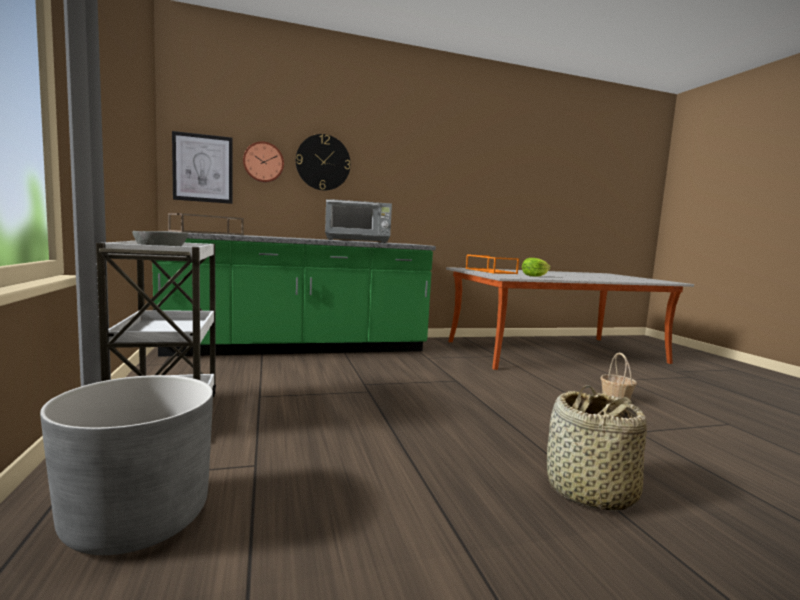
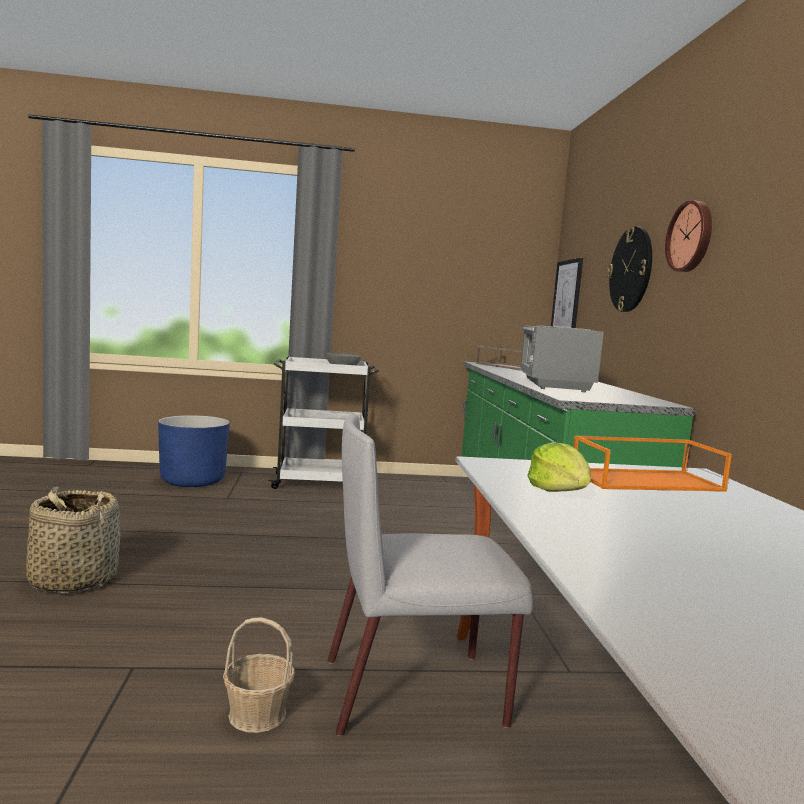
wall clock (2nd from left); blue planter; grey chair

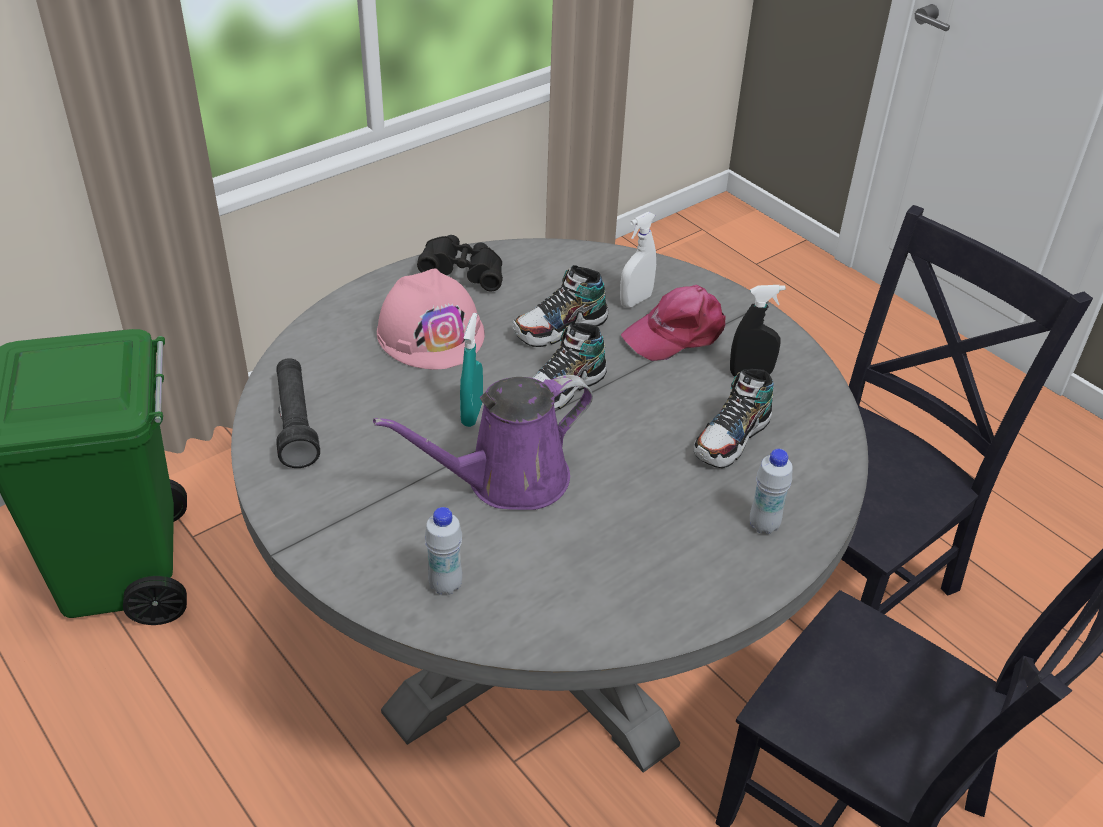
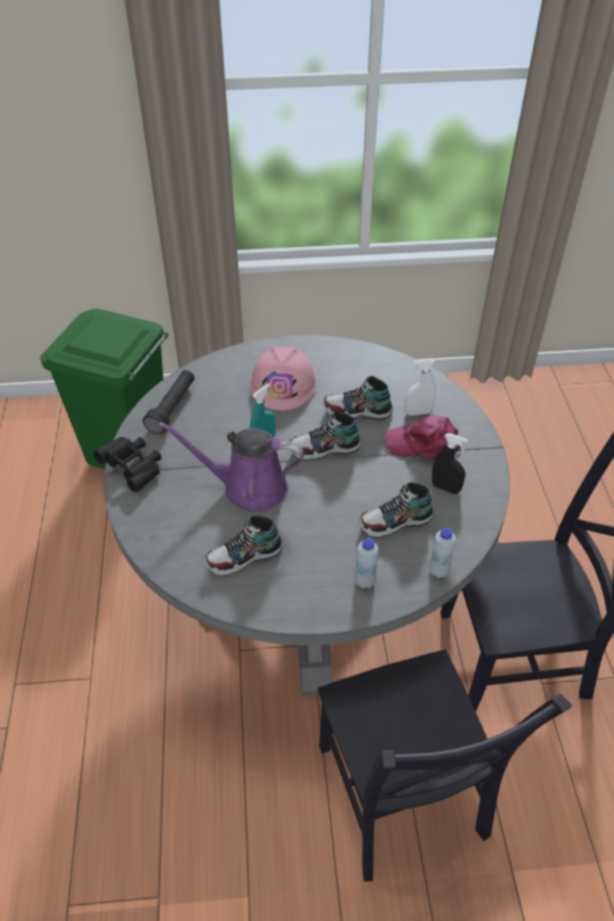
black binoculars; white bottle (2nd from left); shoe (1st from left)

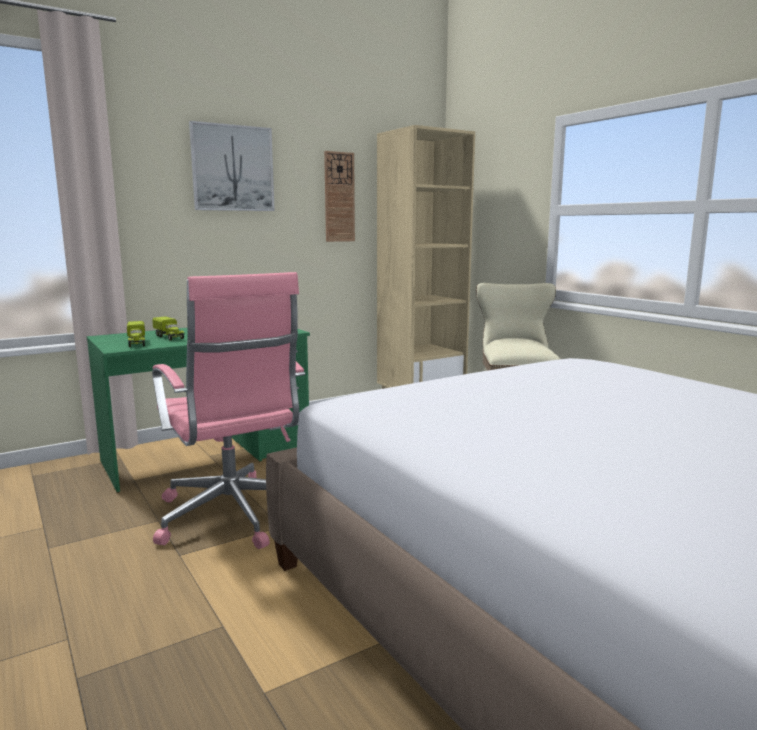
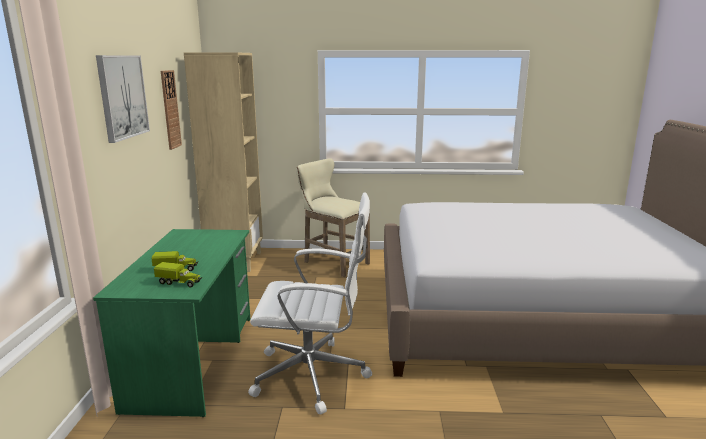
white office chair

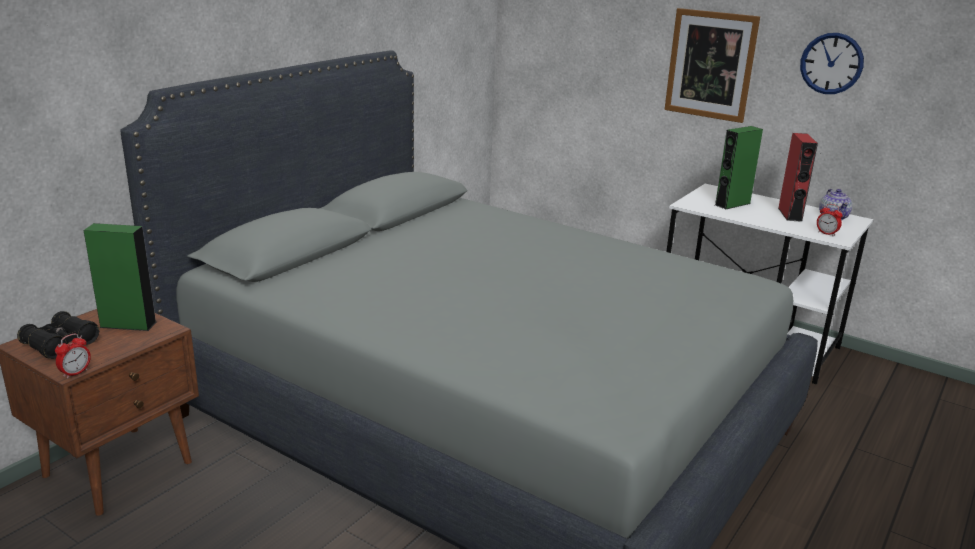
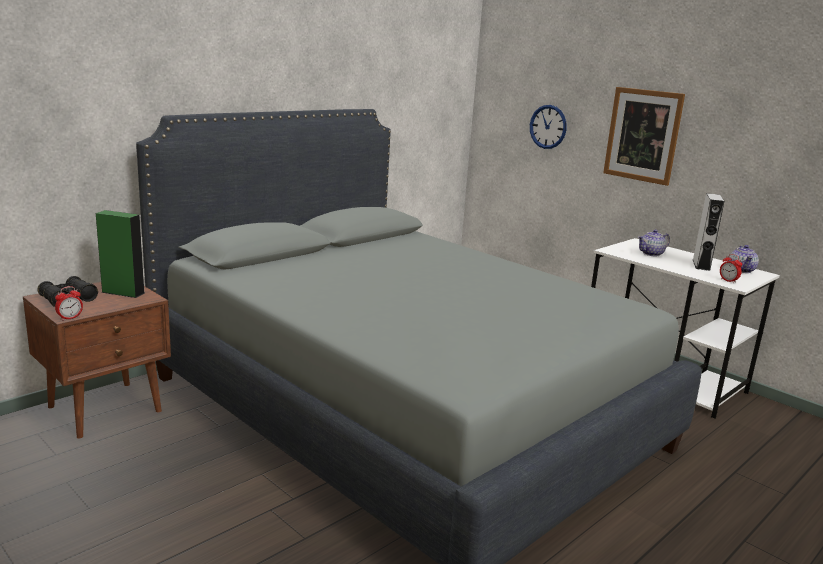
wall clock; teapot (1st from left); grey speaker

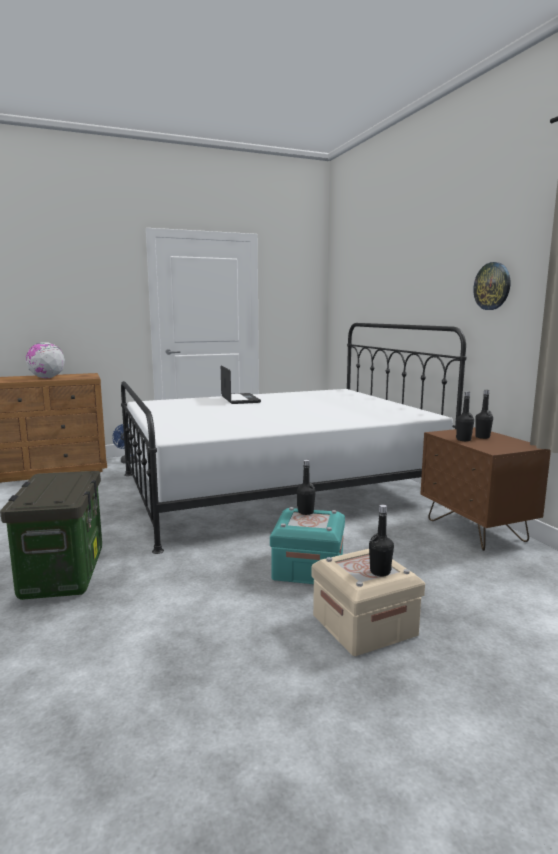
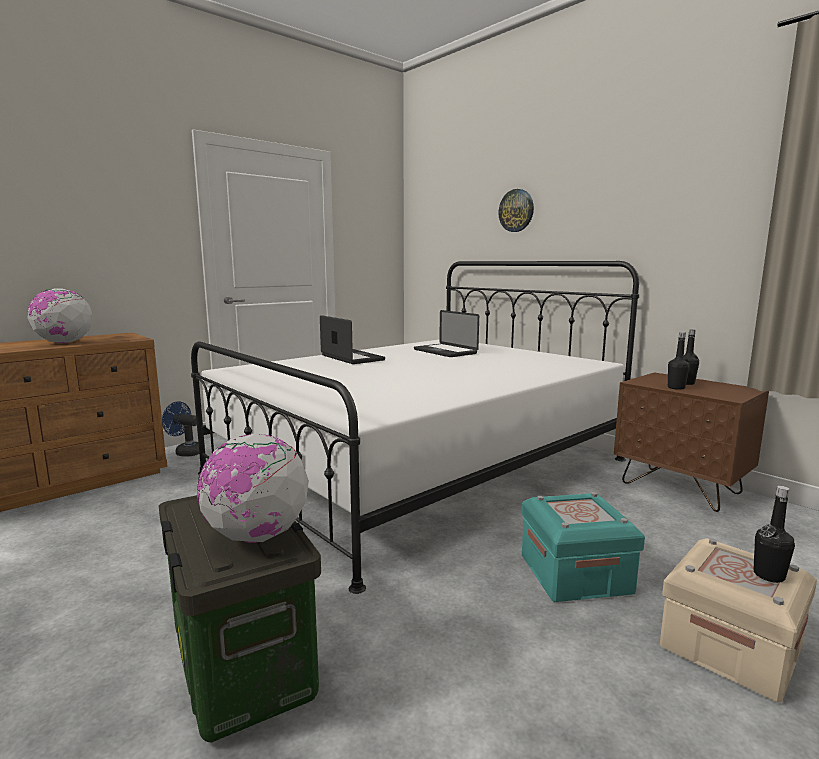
wall clock; black bottle (1st from left in the first image); laptop (2nd from left); globe (2nd from left)

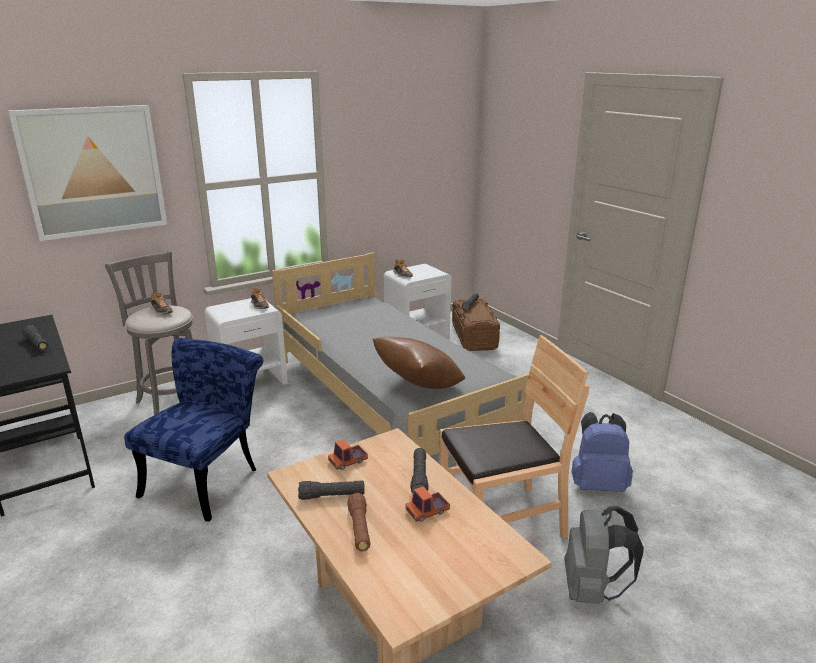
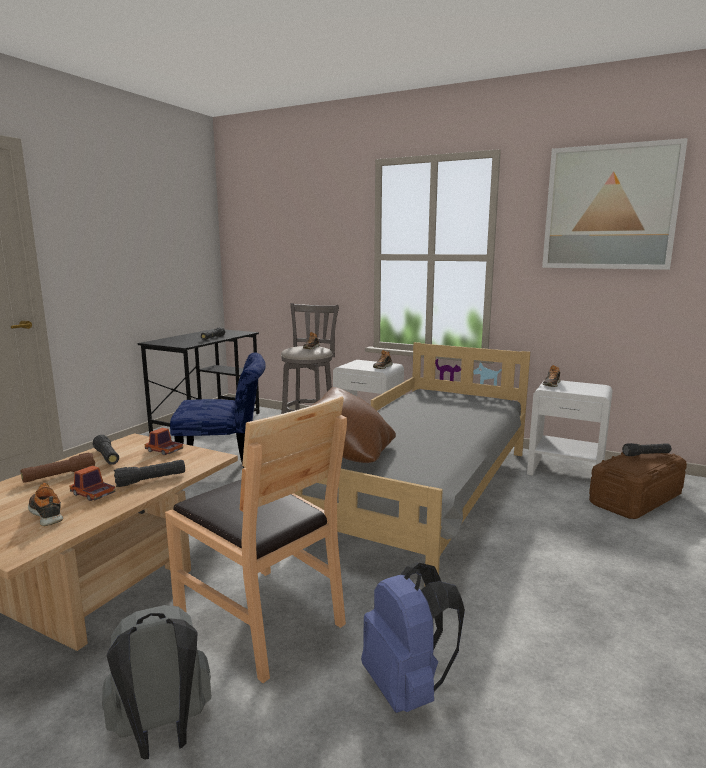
picture; shoe (1st from left)

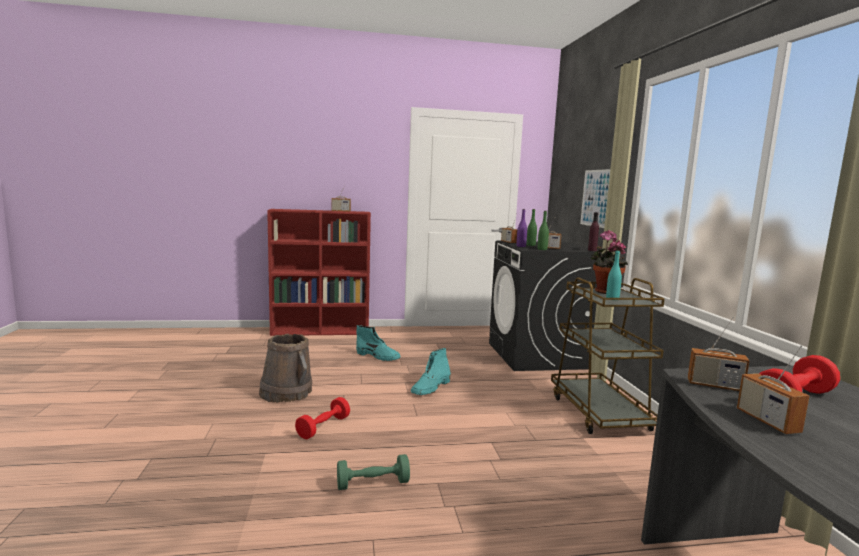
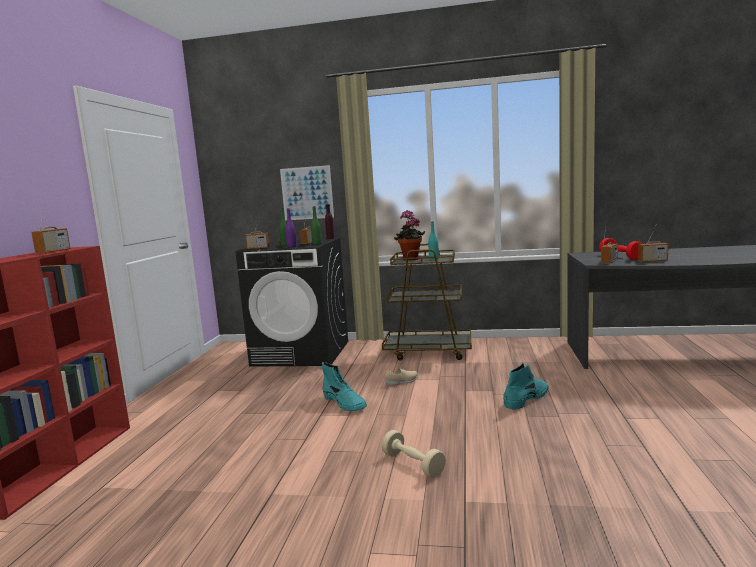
turquoise boot (2nd from left); brown bucket; beige dumbbell; green dumbbell; beige shoe

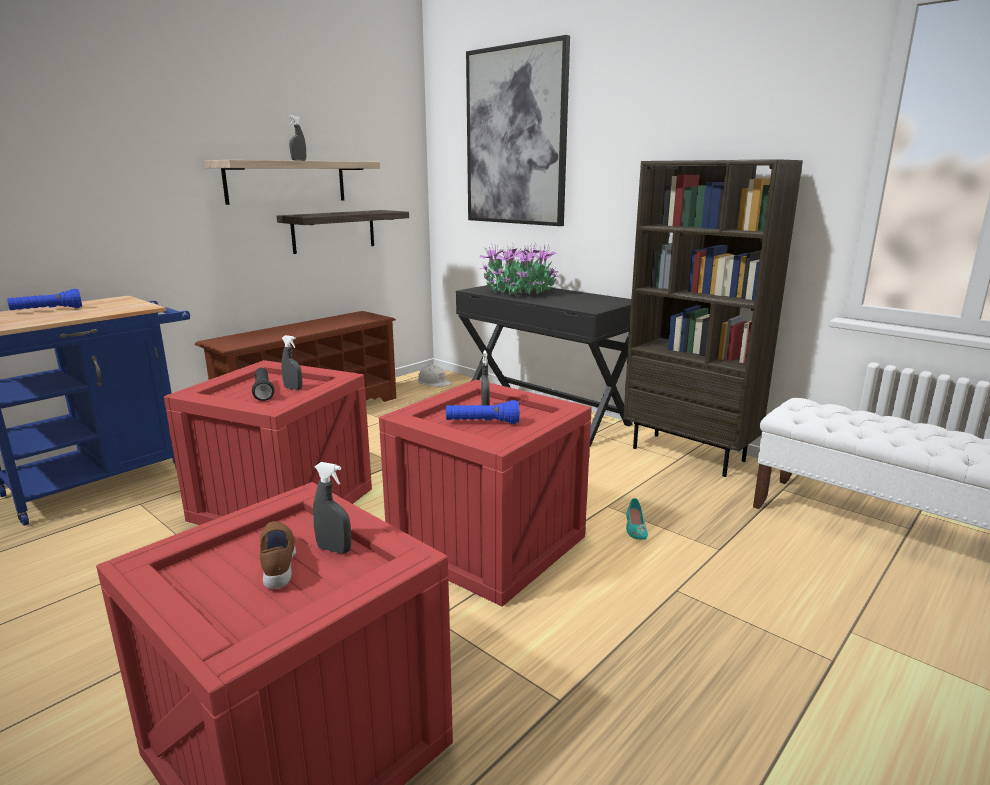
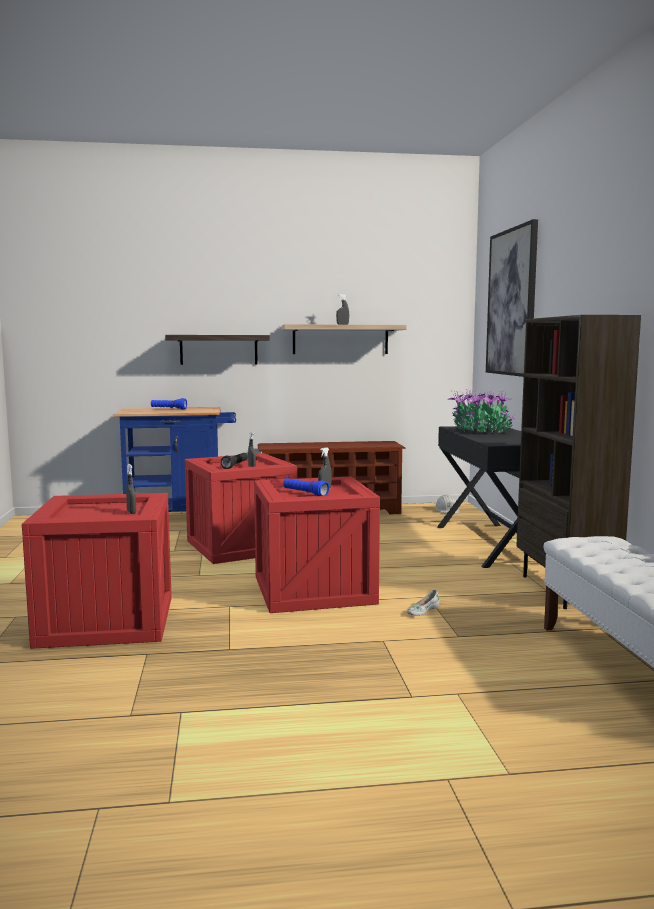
shelf (1st from left); white shoe; brown shoe

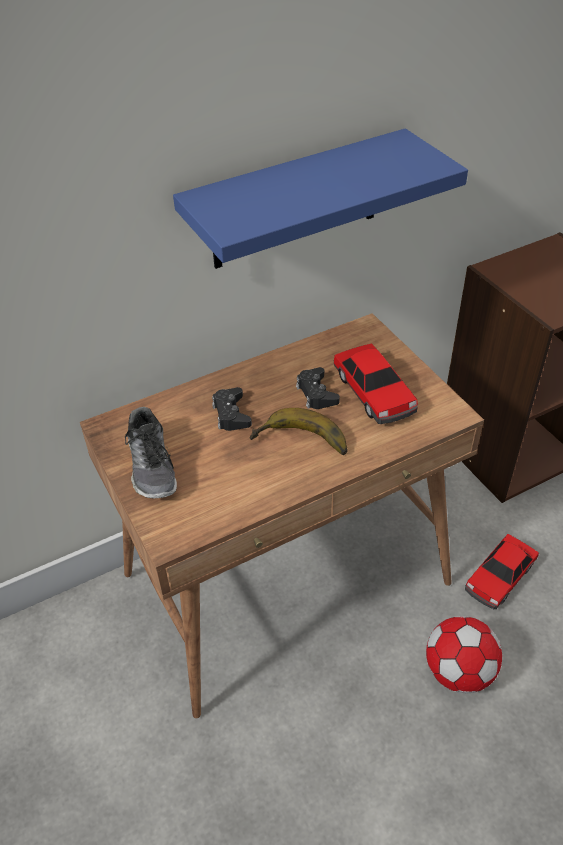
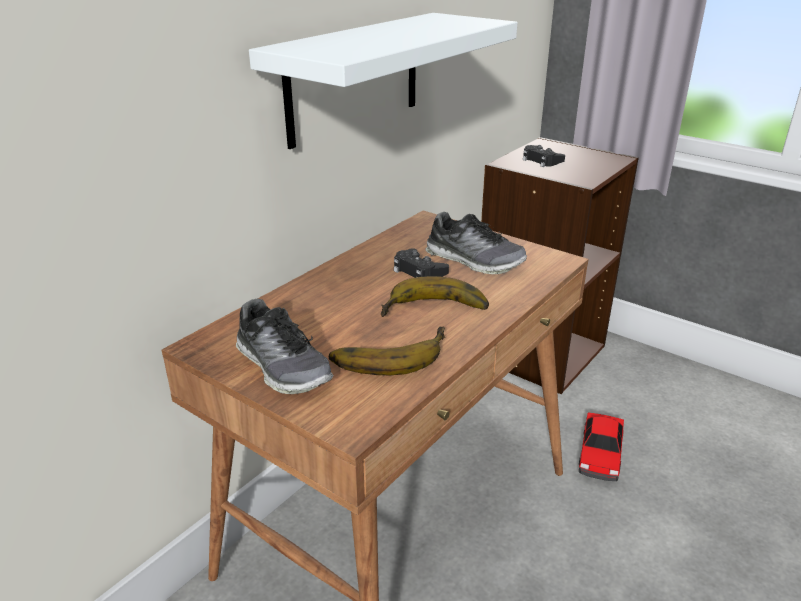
white shelf; shoe (2nd from left); black game controller (2nd from left); football; banana (1st from left)

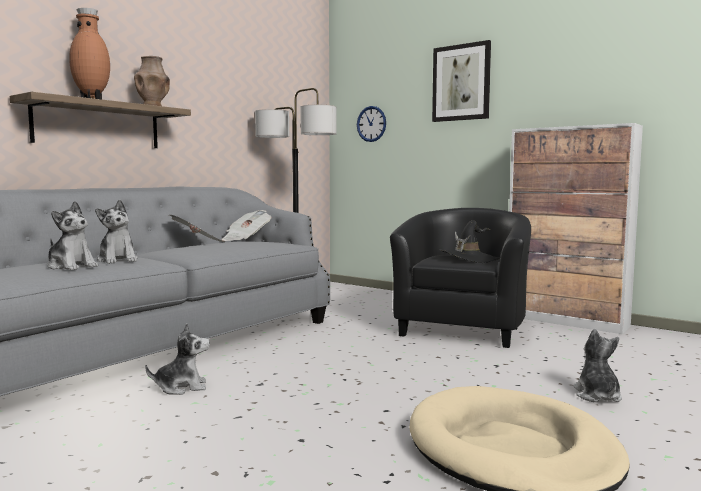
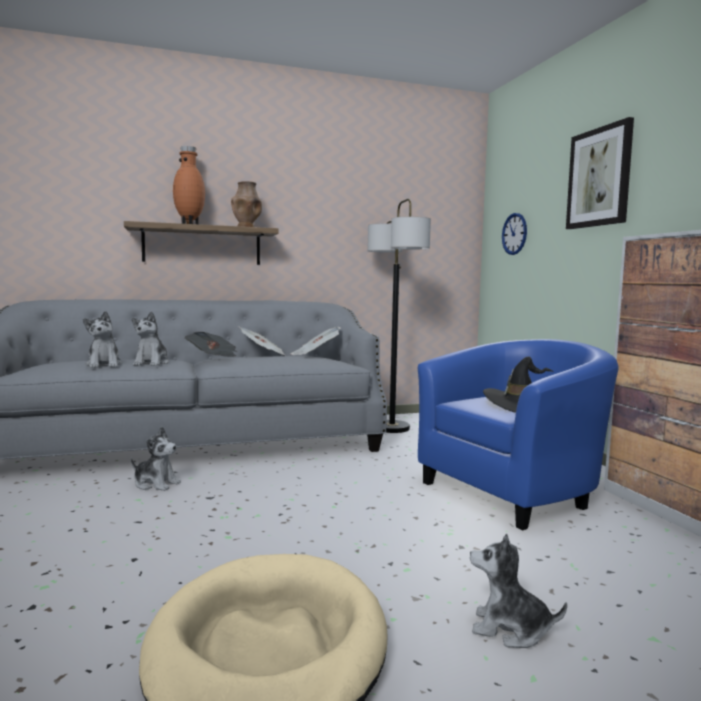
blue armchair; plush toy (4th from left); newspaper (1st from left)

